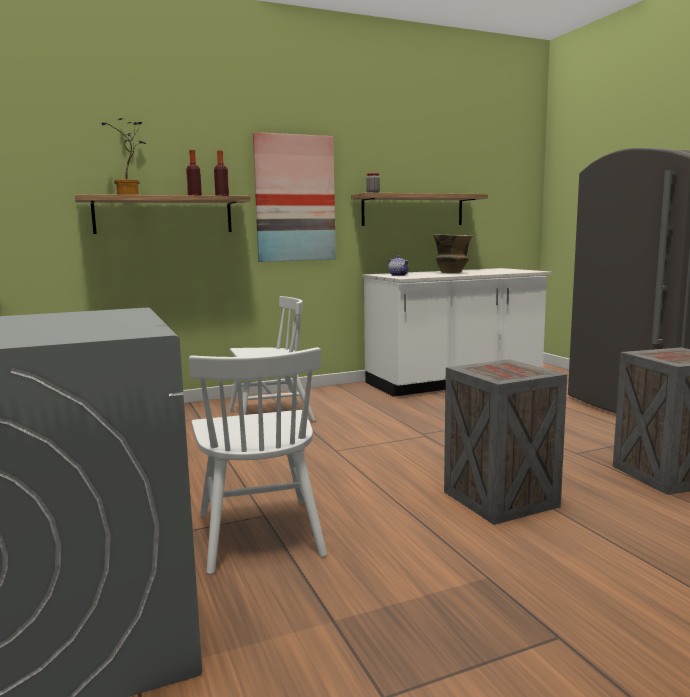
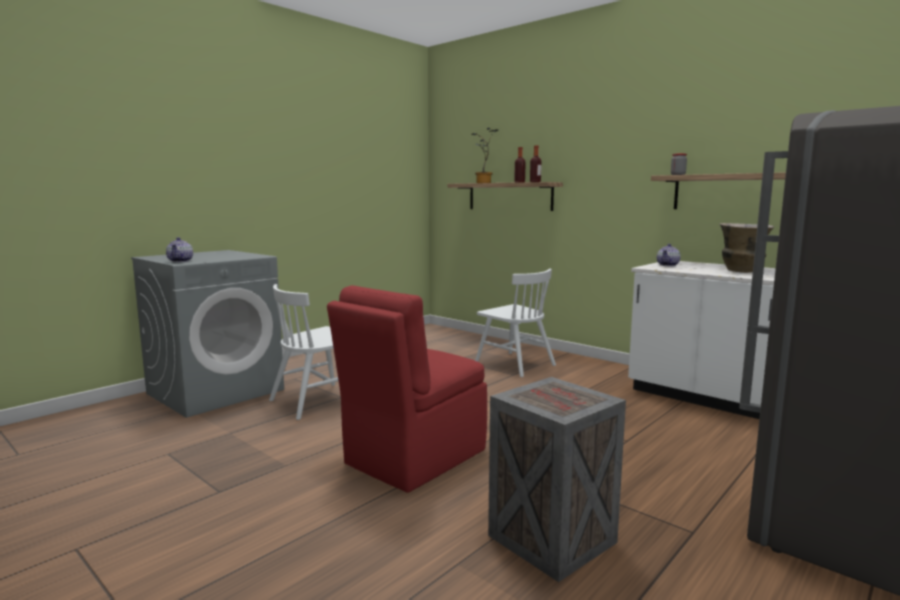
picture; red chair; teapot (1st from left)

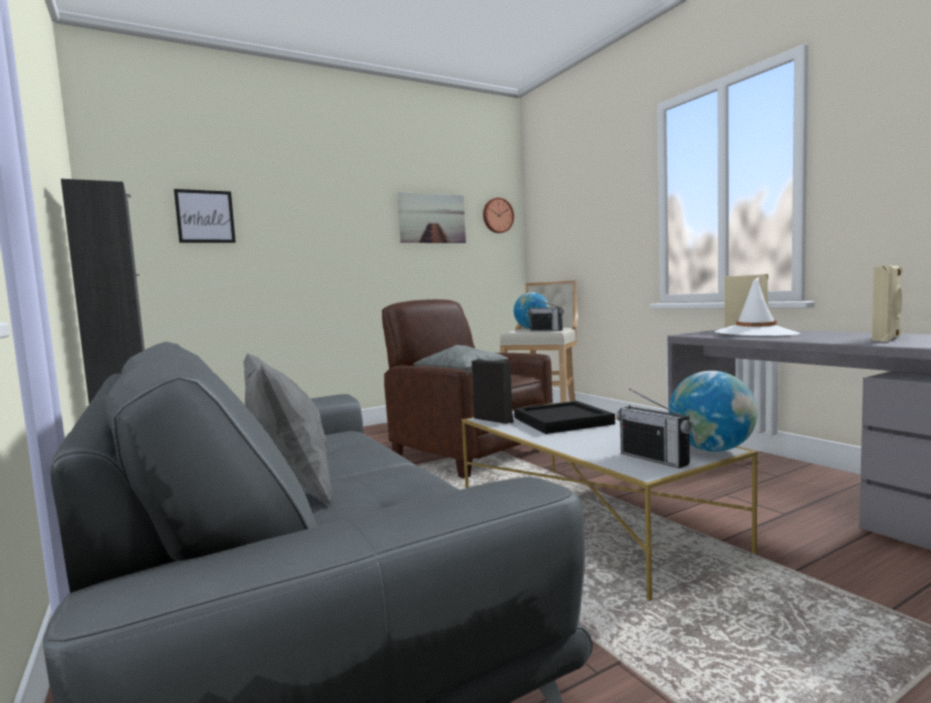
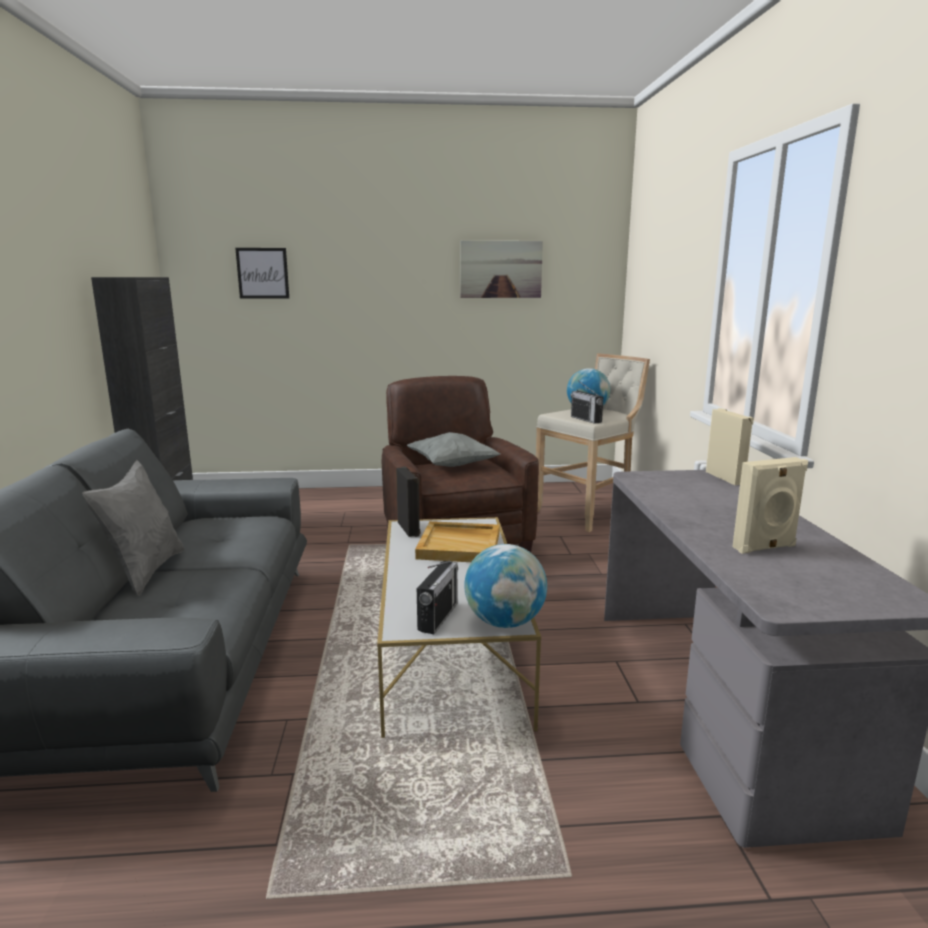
wall clock; white hat; radio (1st from left); beige tray

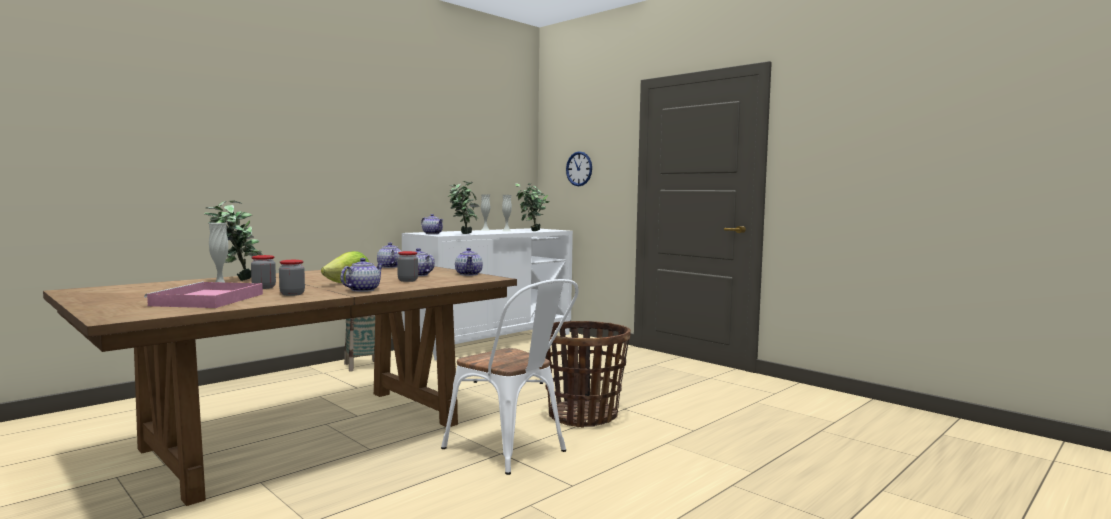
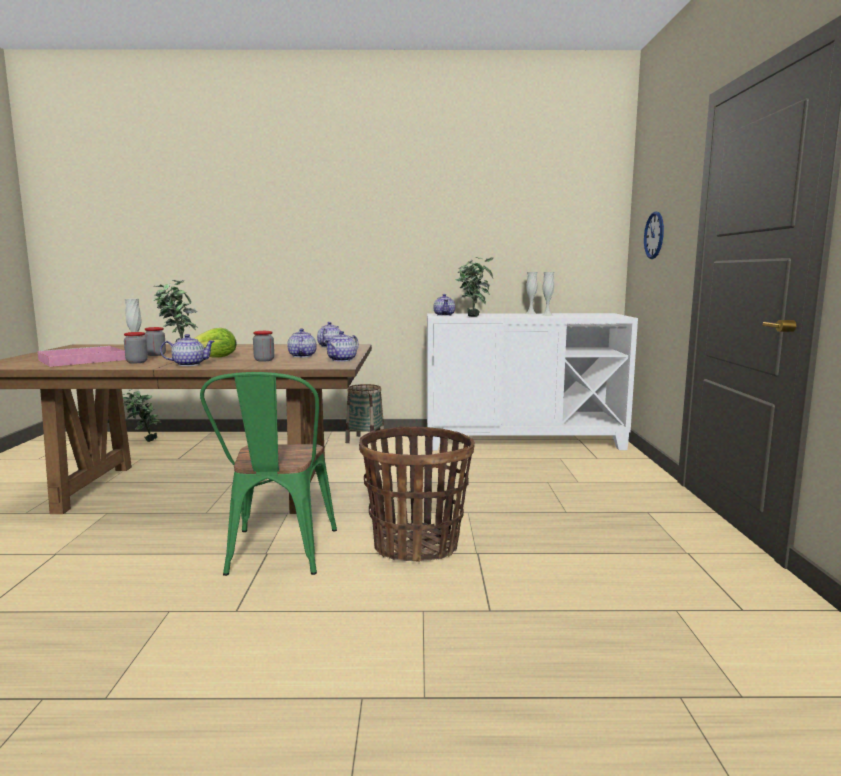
potted plant (1st from left); green chair

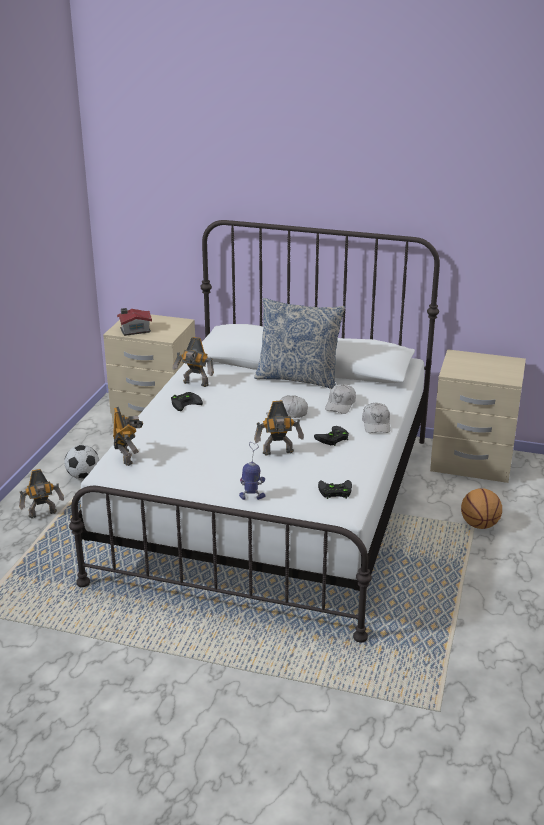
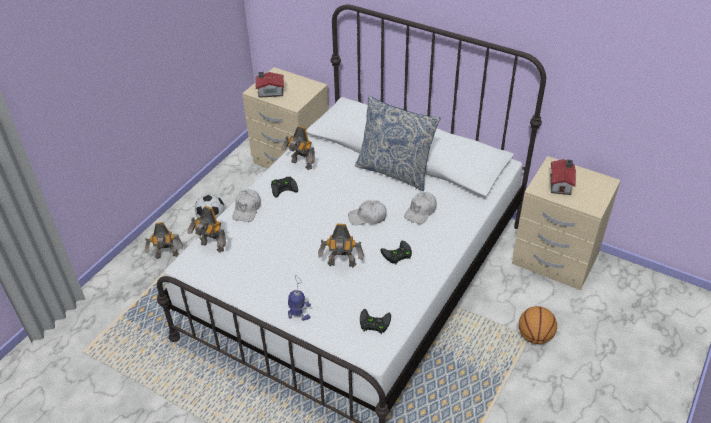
white cap (1st from left); toy robot (2nd from left); toy house (2nd from left)

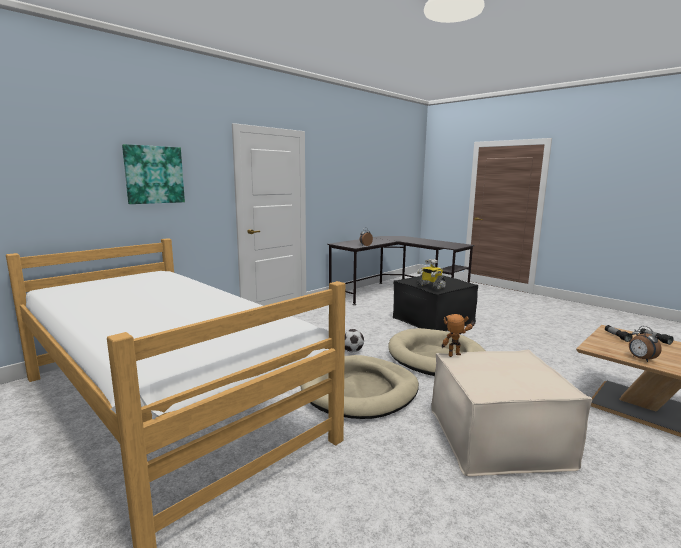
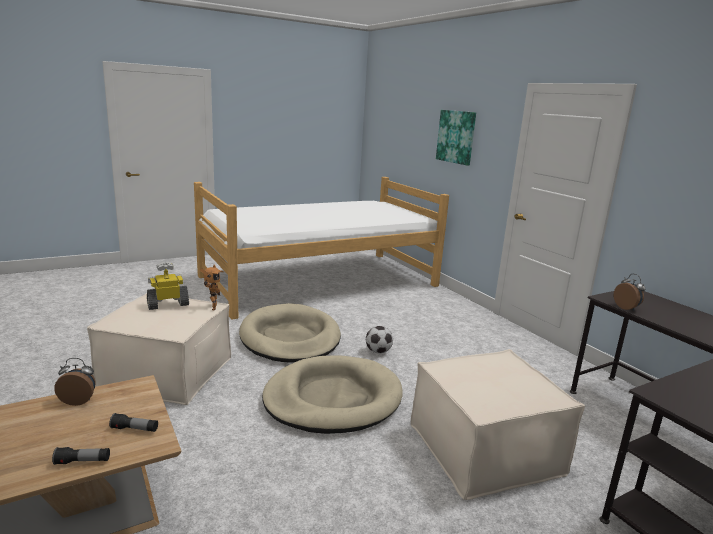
toy robot (1st from left); beige ottoman (2nd from left)

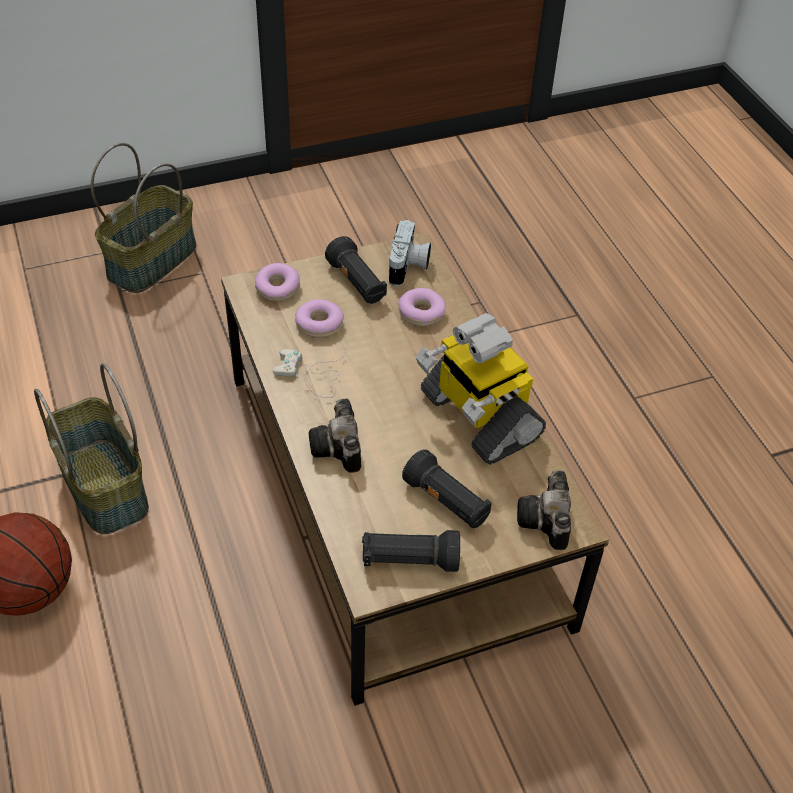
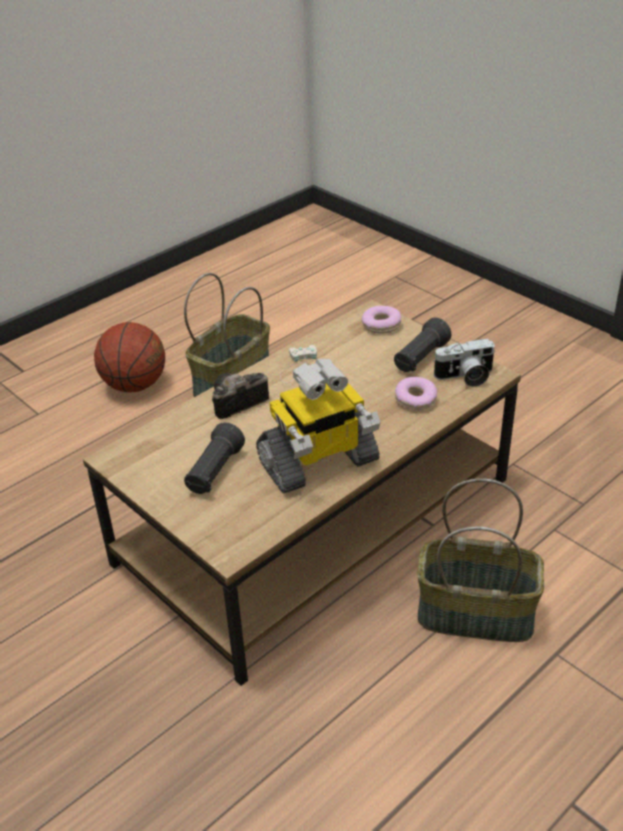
basket (2nd from left); donut (2nd from left in the first image); toy robot; photo camera (3rd from left in the first image); black flashlight (2nd from left in the first image)

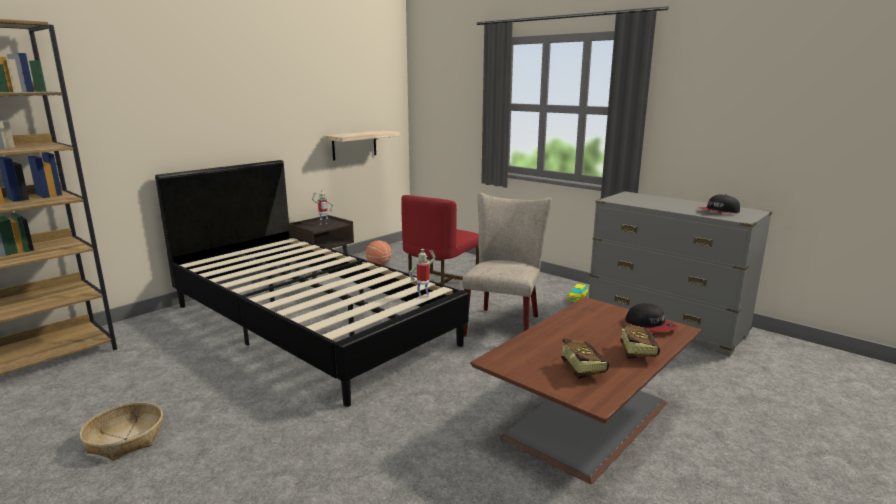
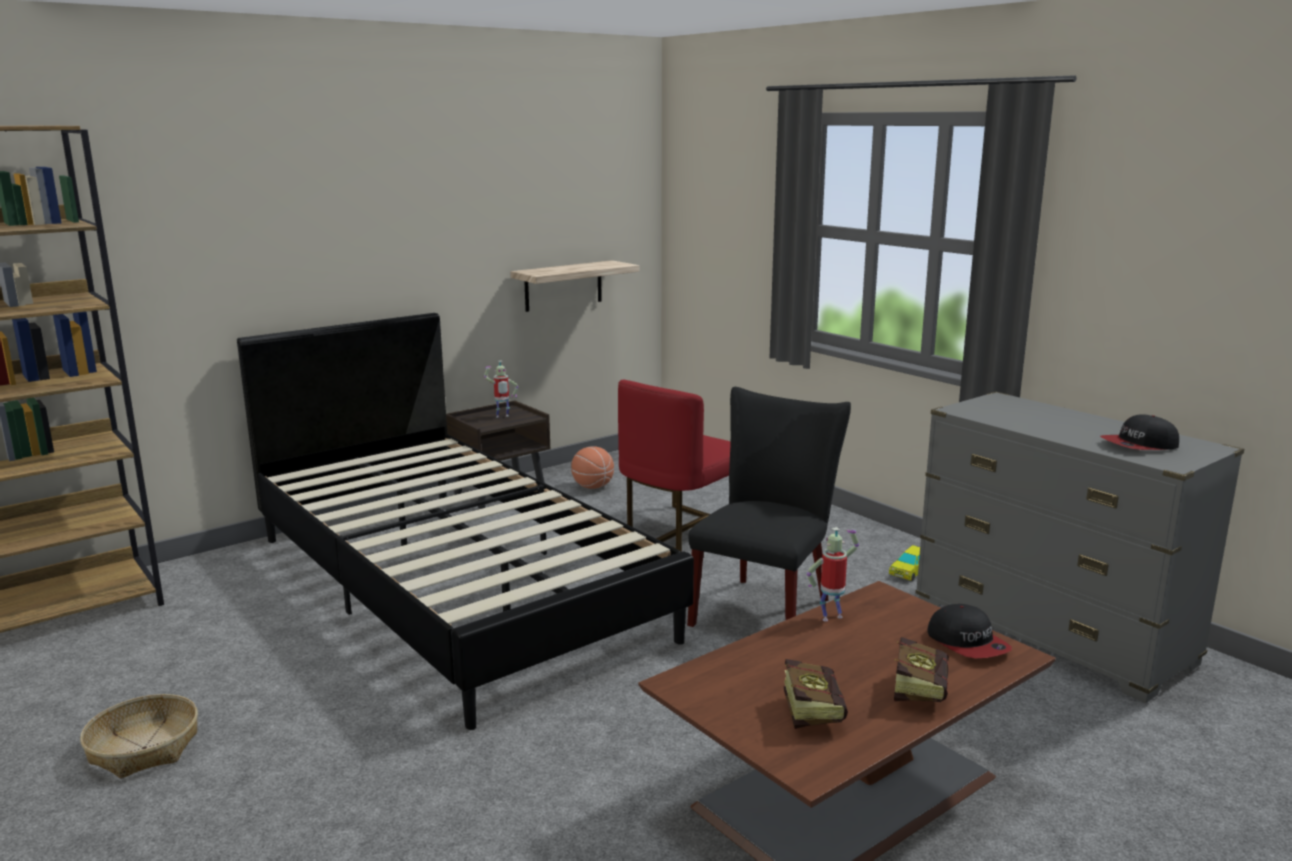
black chair; toy robot (2nd from left)

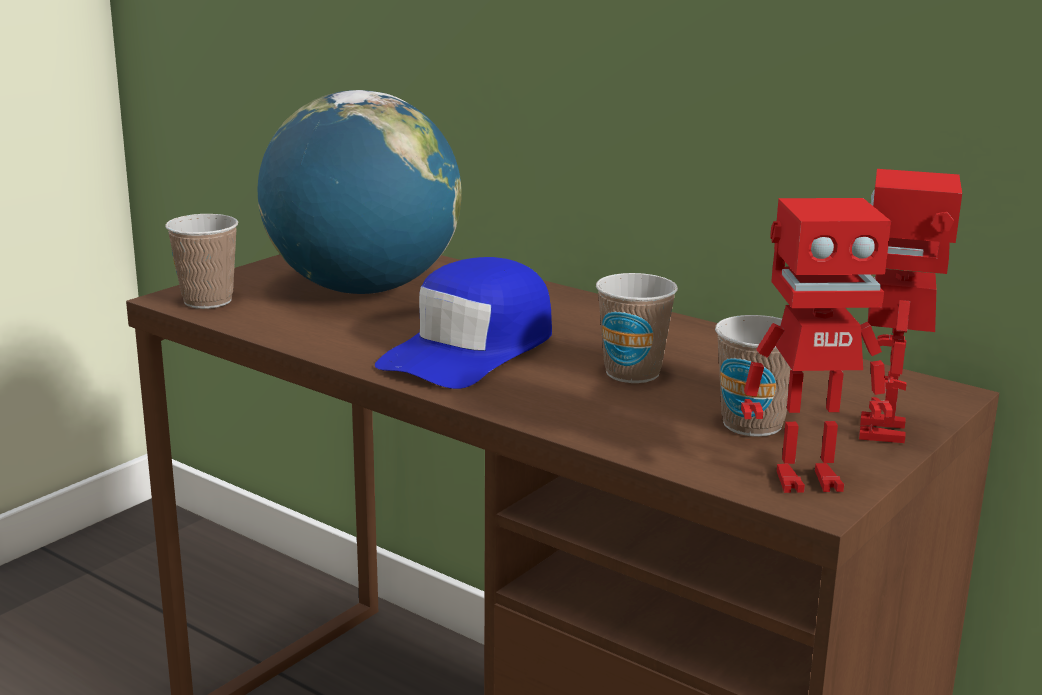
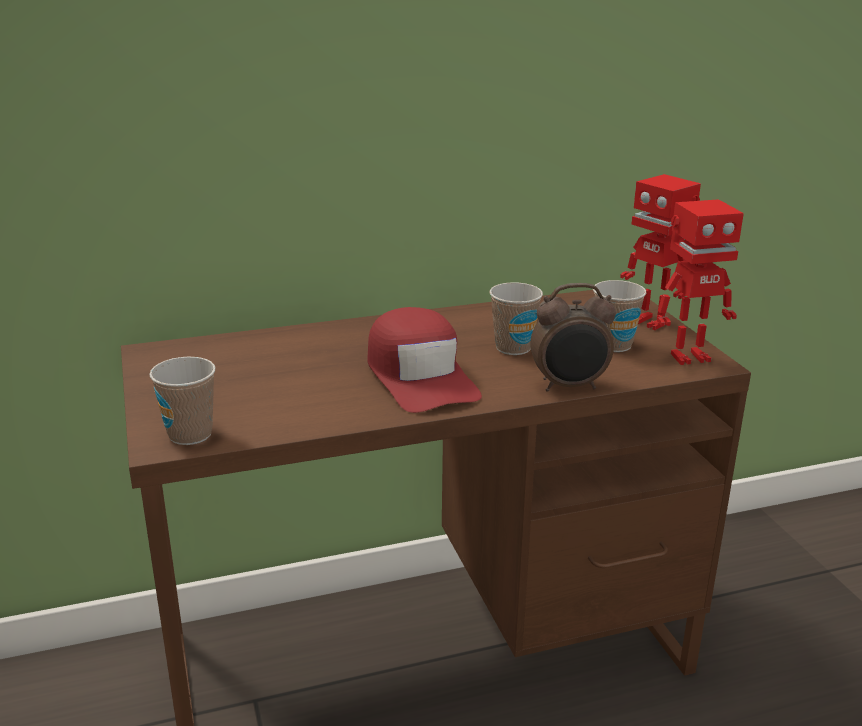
globe; toy robot (2nd from left); red cap; alarm clock

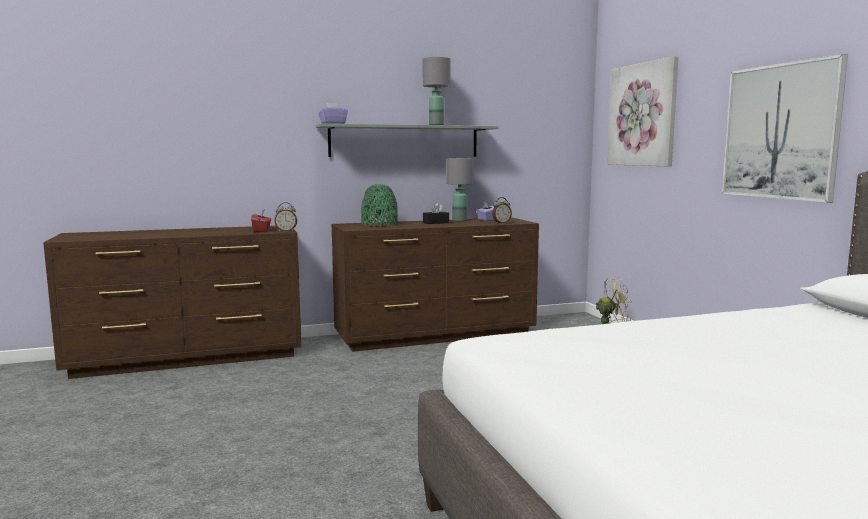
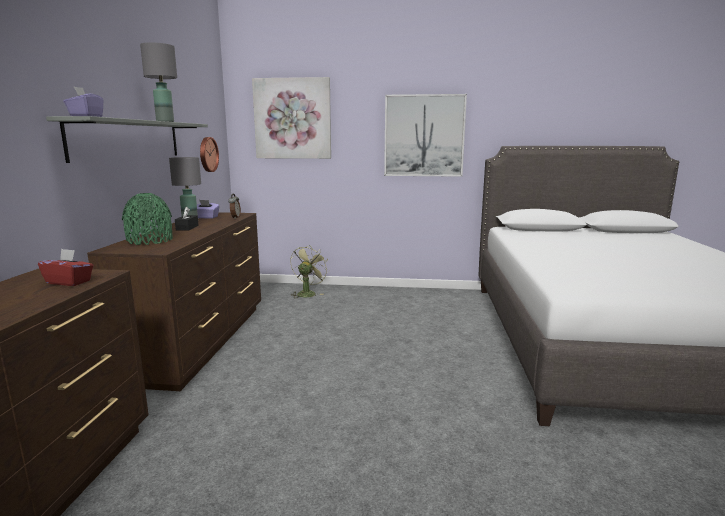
alarm clock (1st from left in the first image); wall clock

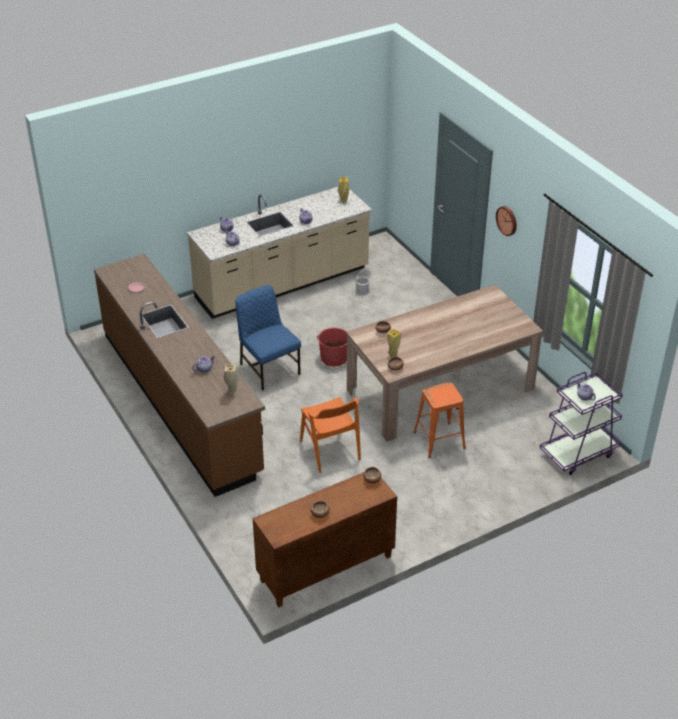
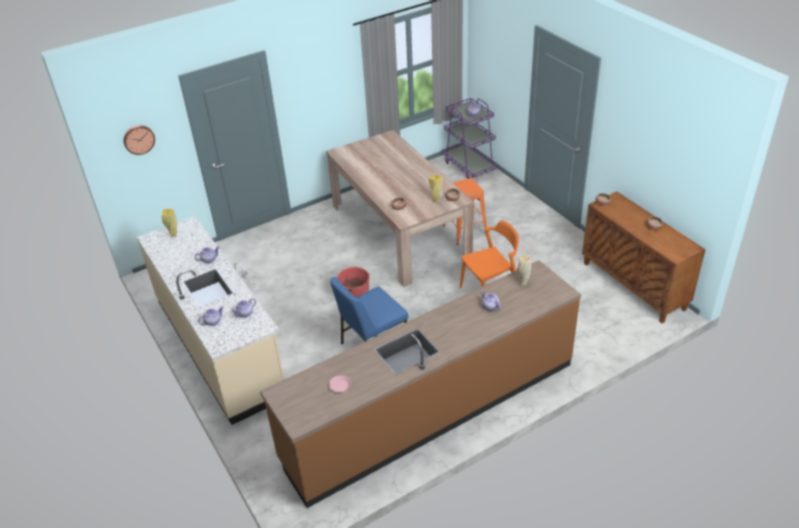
wall clock

